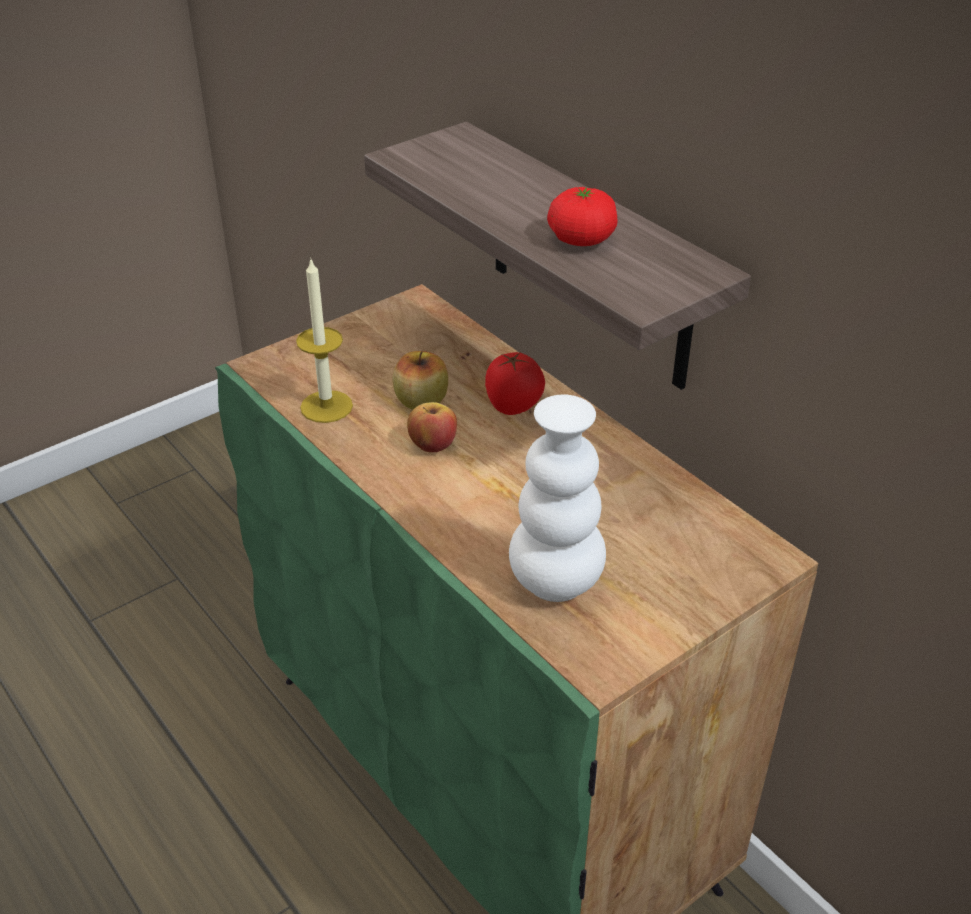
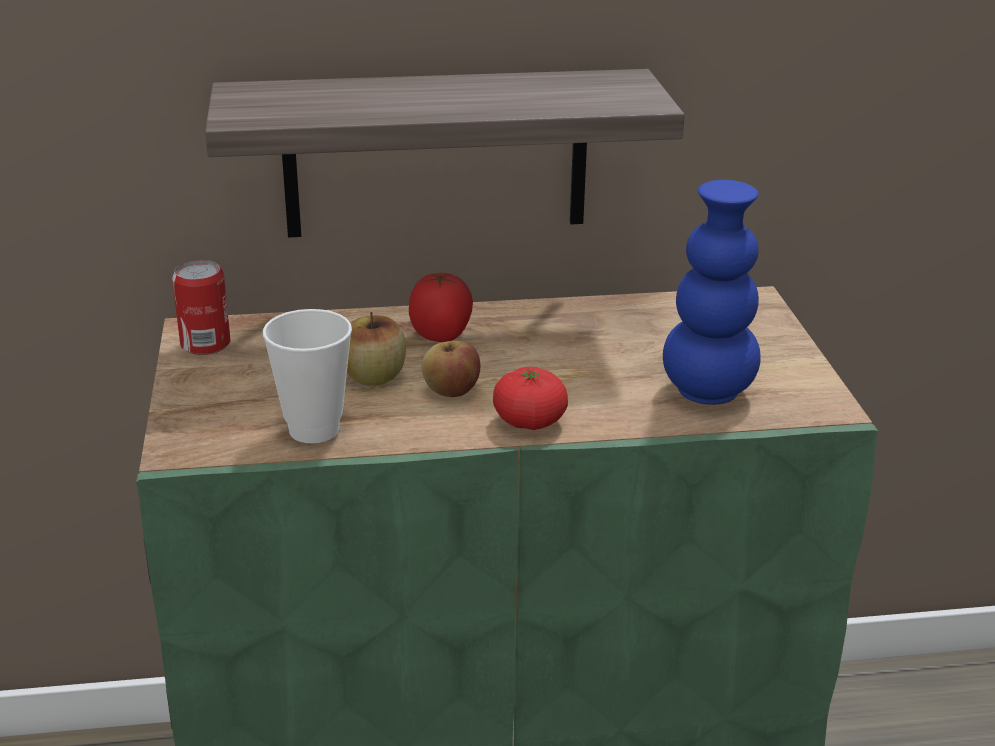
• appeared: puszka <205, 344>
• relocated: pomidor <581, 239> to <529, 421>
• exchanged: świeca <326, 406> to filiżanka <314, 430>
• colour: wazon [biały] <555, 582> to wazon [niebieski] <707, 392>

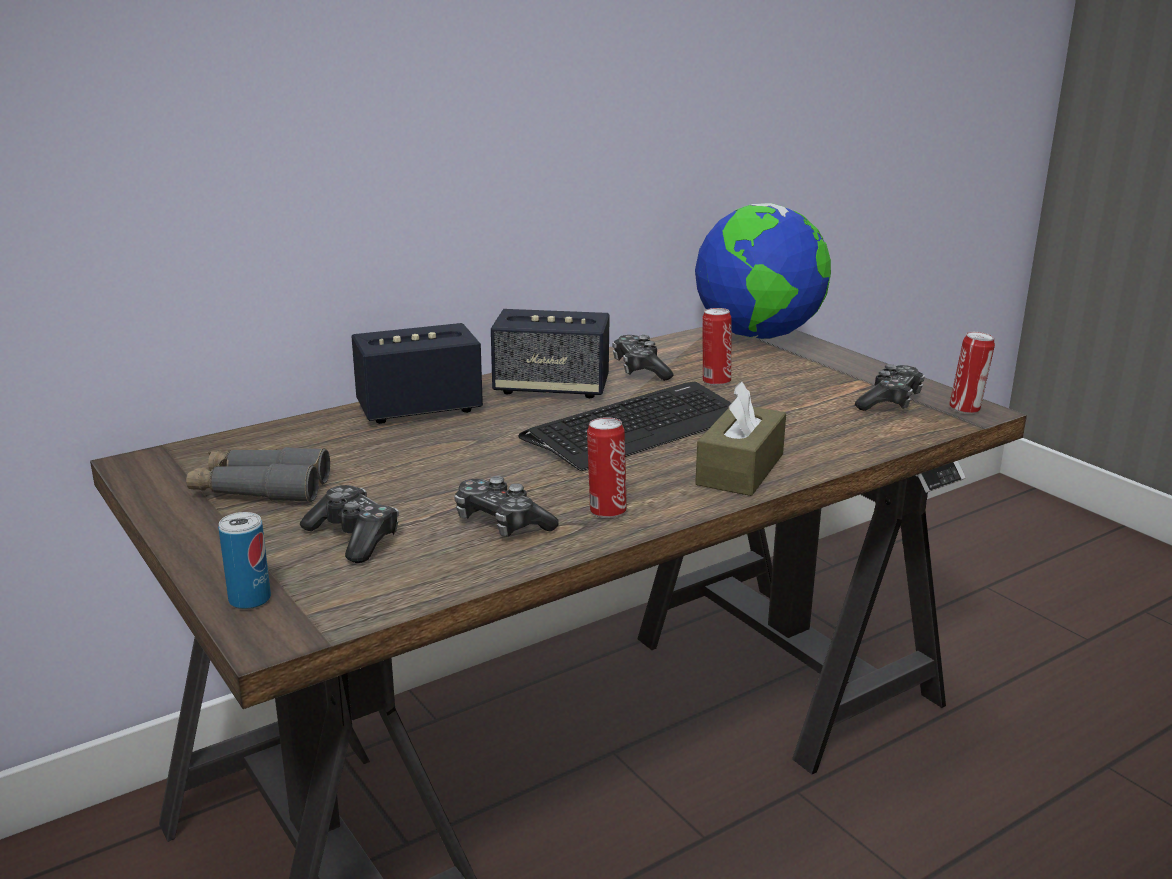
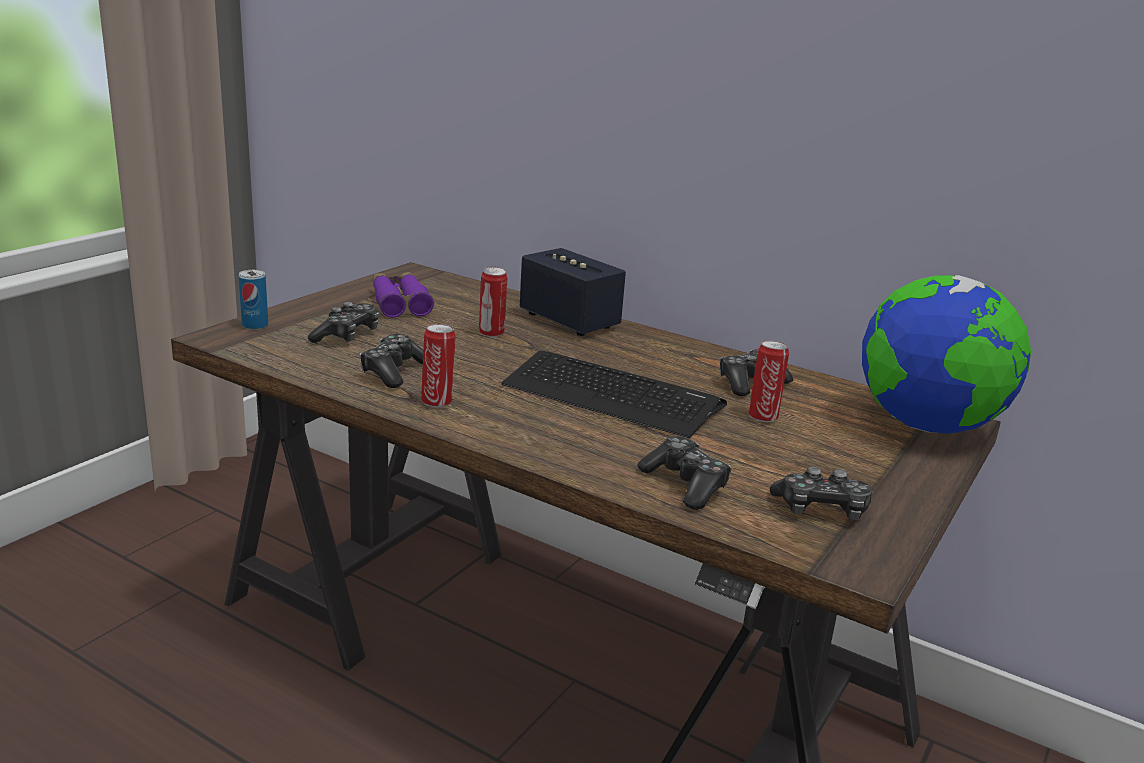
• missing: głośnik <551, 388>
• missing: pudełko chusteczek [brązowy] <740, 469>
• appeared: pad do gier <685, 484>
• relocated: puszka <966, 409> to <491, 333>
• colour: lornetka [szary] <260, 489> to lornetka [fioletowy] <399, 303>

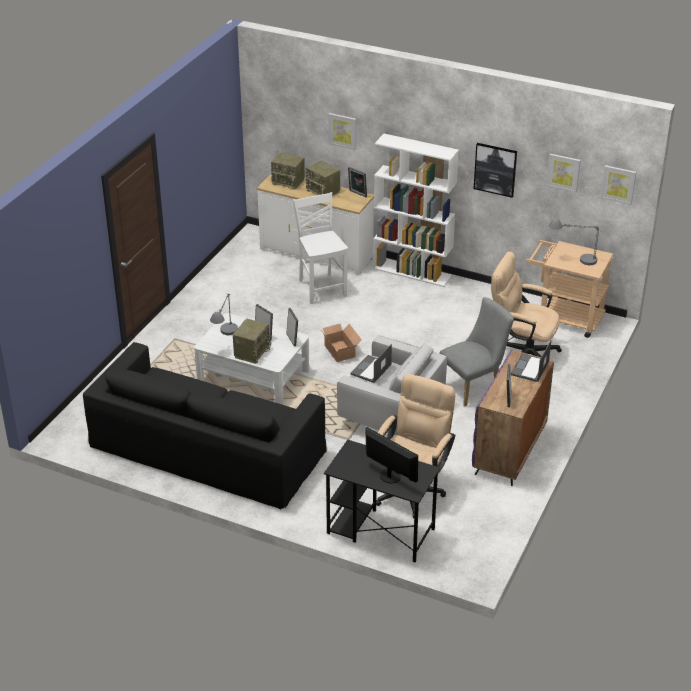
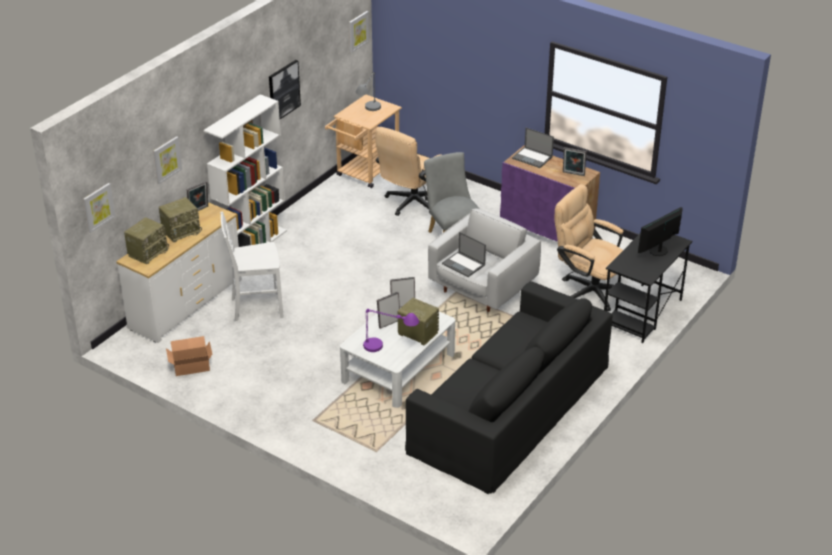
• relocated: karton <340, 350> to <190, 365>
• relocated: obraz <563, 172> to <98, 207>
• colour: lampa stołowa [szary] <225, 339> to lampa stołowa [fioletowy] <389, 349>

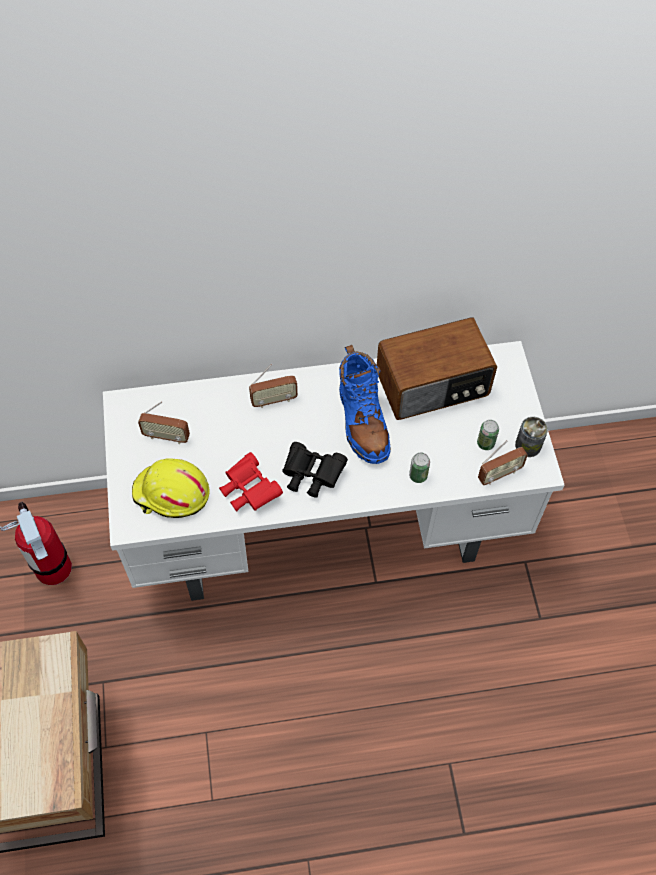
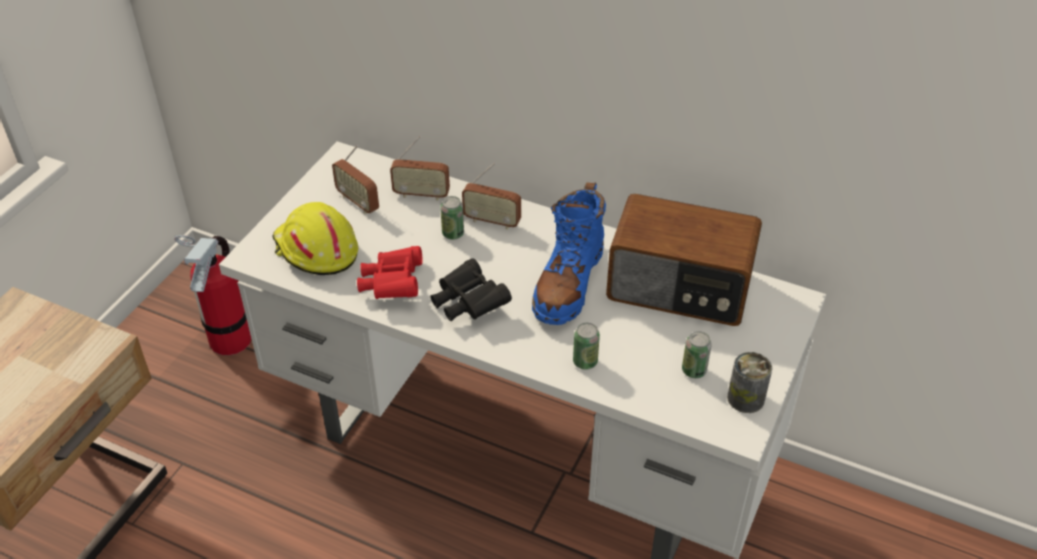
• appeared: puszka <453, 233>
• relocated: radio <499, 474> to <421, 194>

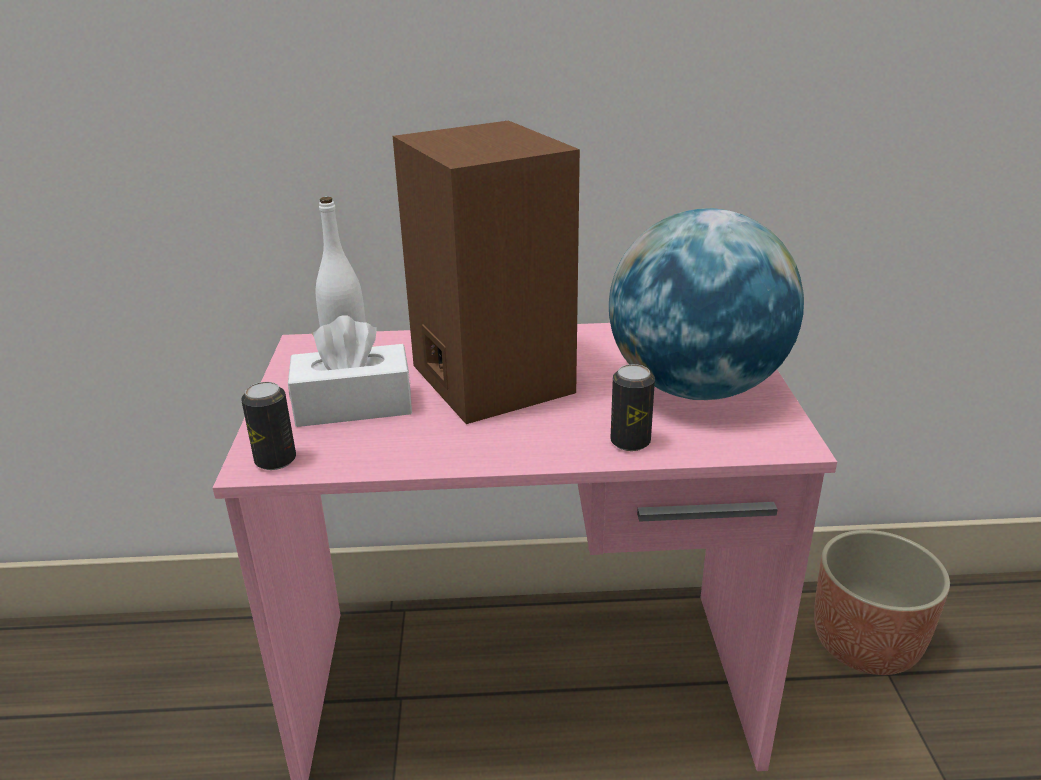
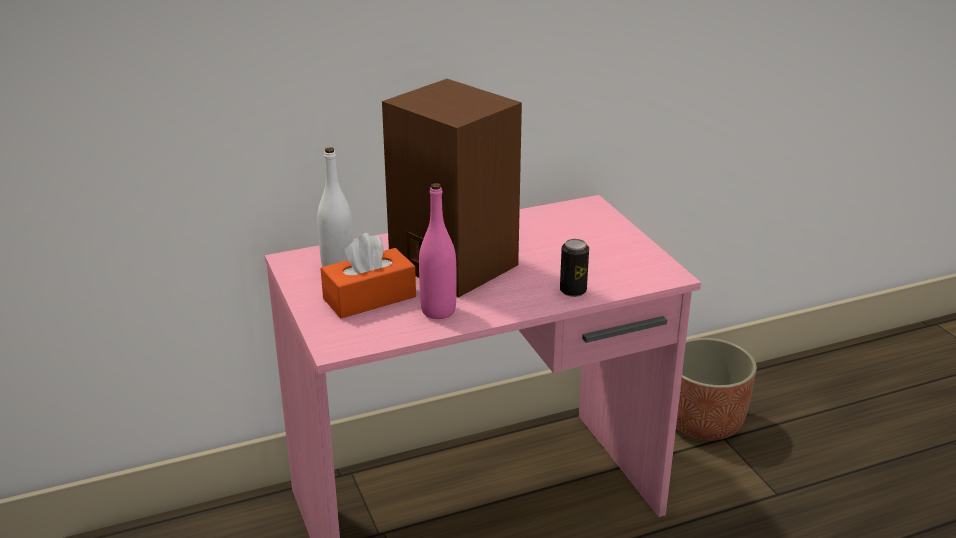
• missing: puszka <275, 460>
• missing: globus <696, 387>
• appeared: butelka [różowy] <438, 311>
• colour: pudełko chusteczek [biały] <353, 406> to pudełko chusteczek [pomarańczowy] <369, 298>

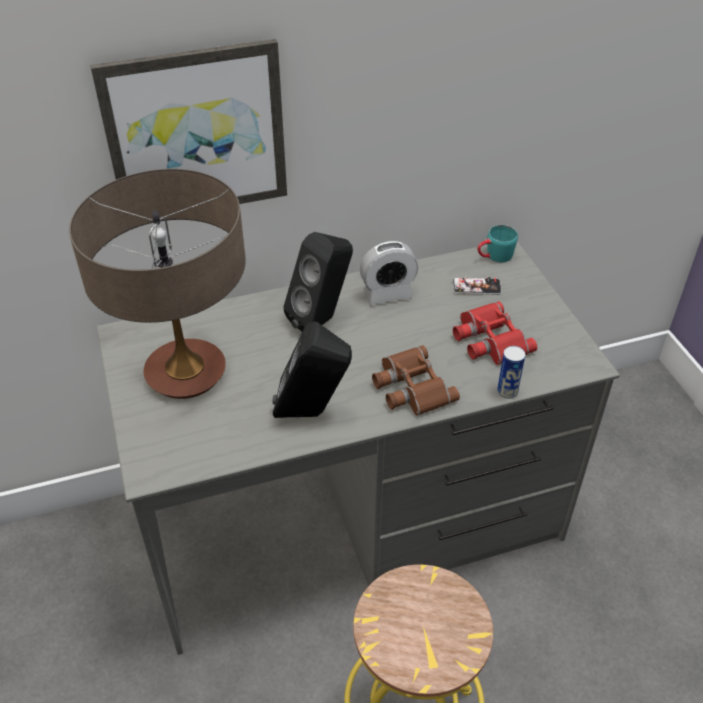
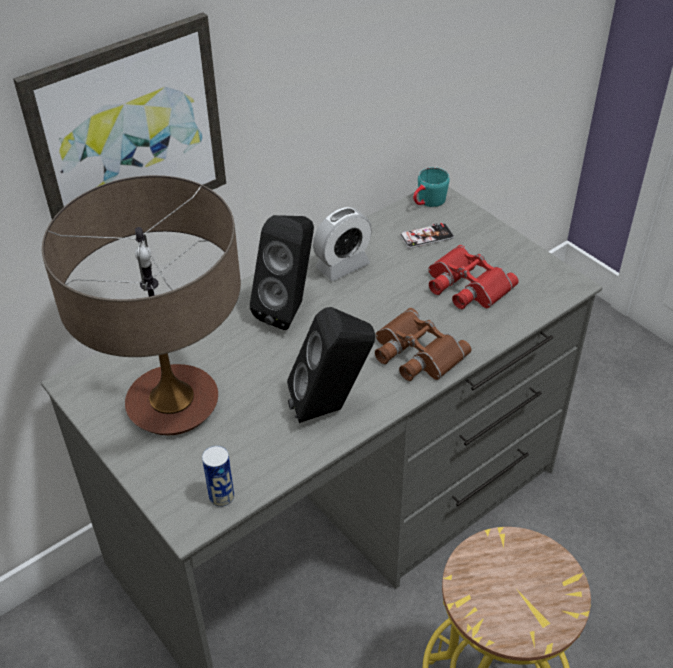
• relocated: puszka <507, 391> to <221, 497>

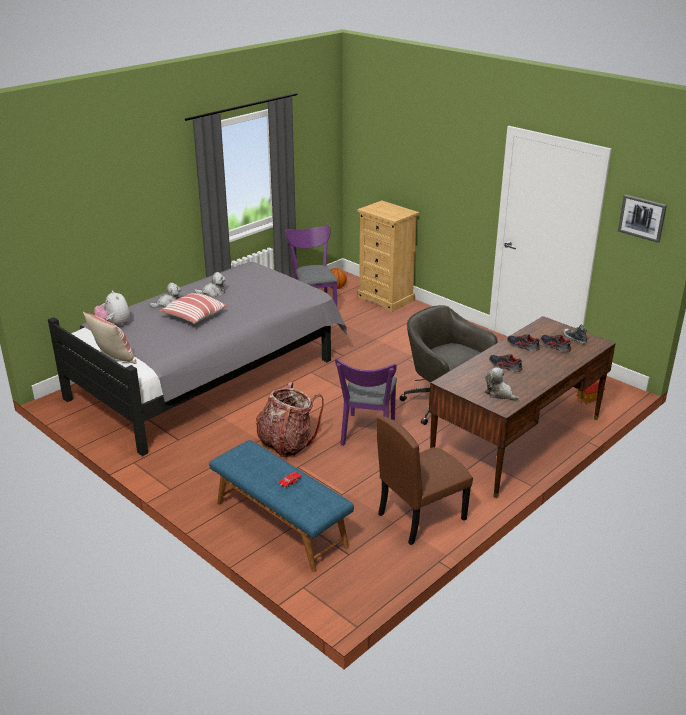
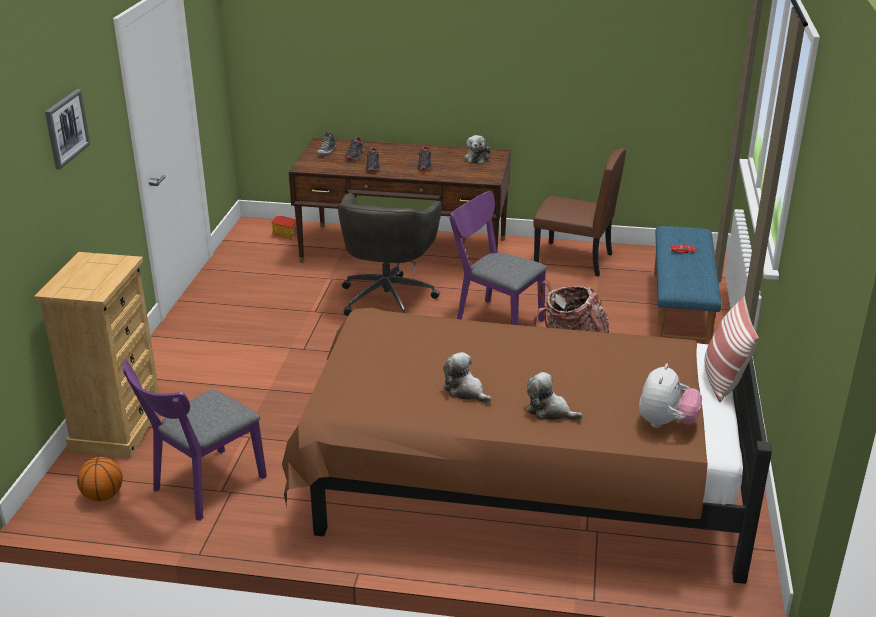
• missing: poduszka <194, 317>
• relocated: obraz <642, 218> to <66, 128>
• colour: łóżko [szary] <210, 375> to łóżko [brązowy] <517, 479>
• spun: krzesło [fioletowy] <367, 434> = <494, 319> 120 degrees counterclockwise

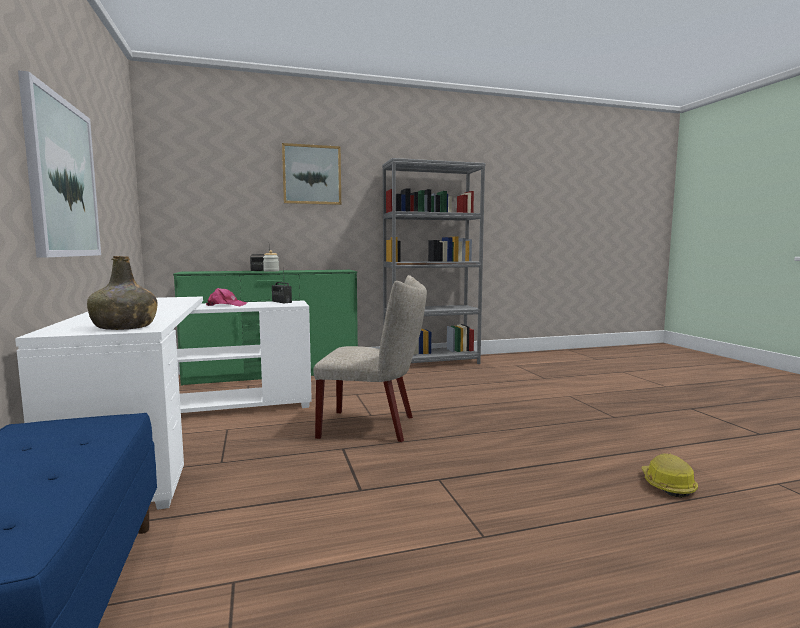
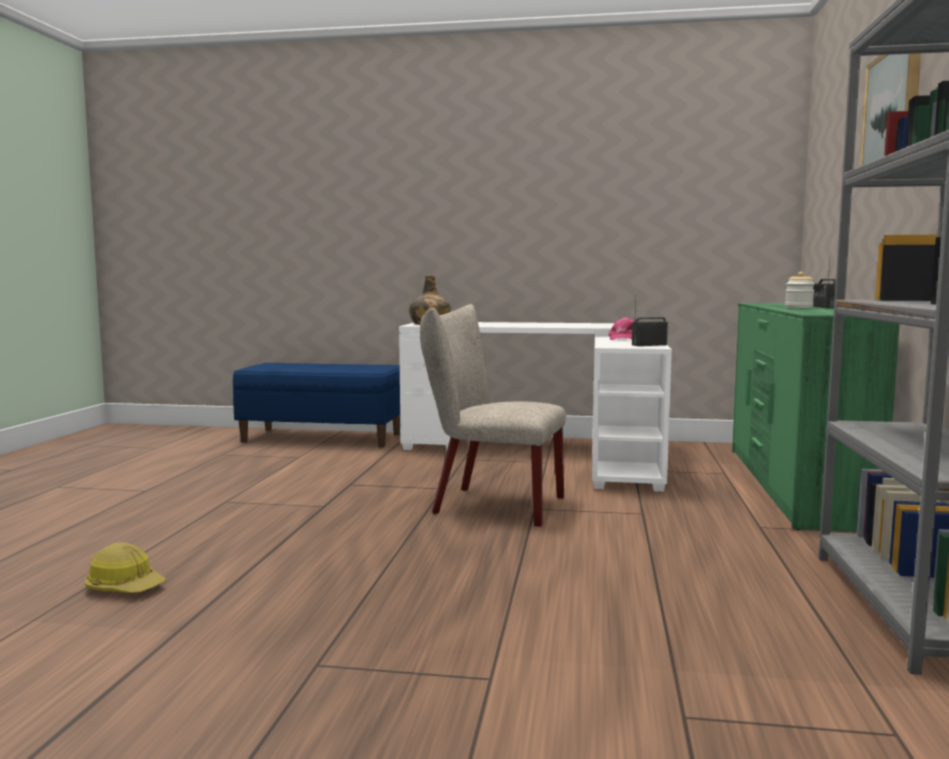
• missing: obraz <62, 178>
• spun: krzesło [beżowy] <374, 426> = <490, 504> 75 degrees clockwise

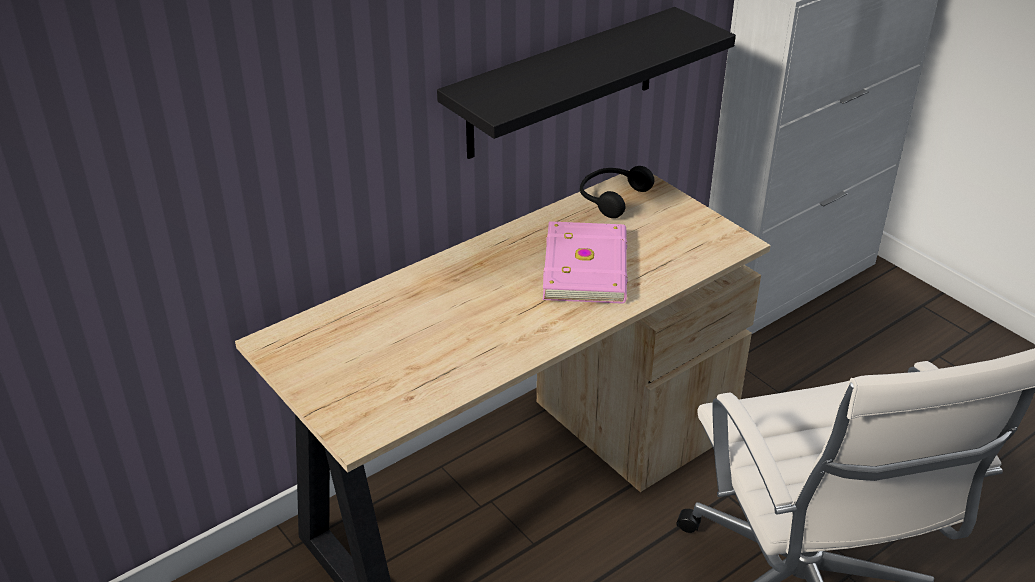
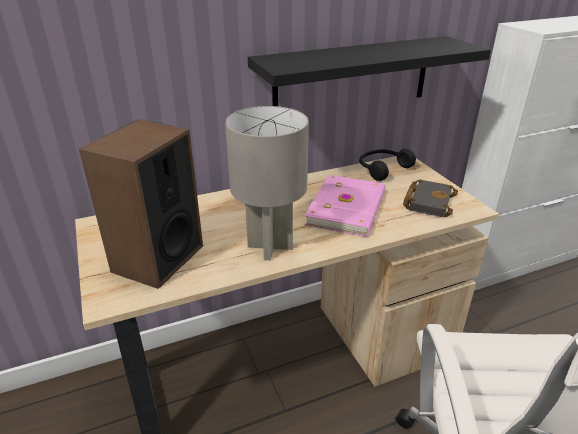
• appeared: głośnik <157, 258>
• appeared: lampa stołowa [szary] <270, 247>
• appeared: książka [czarny] <427, 201>

